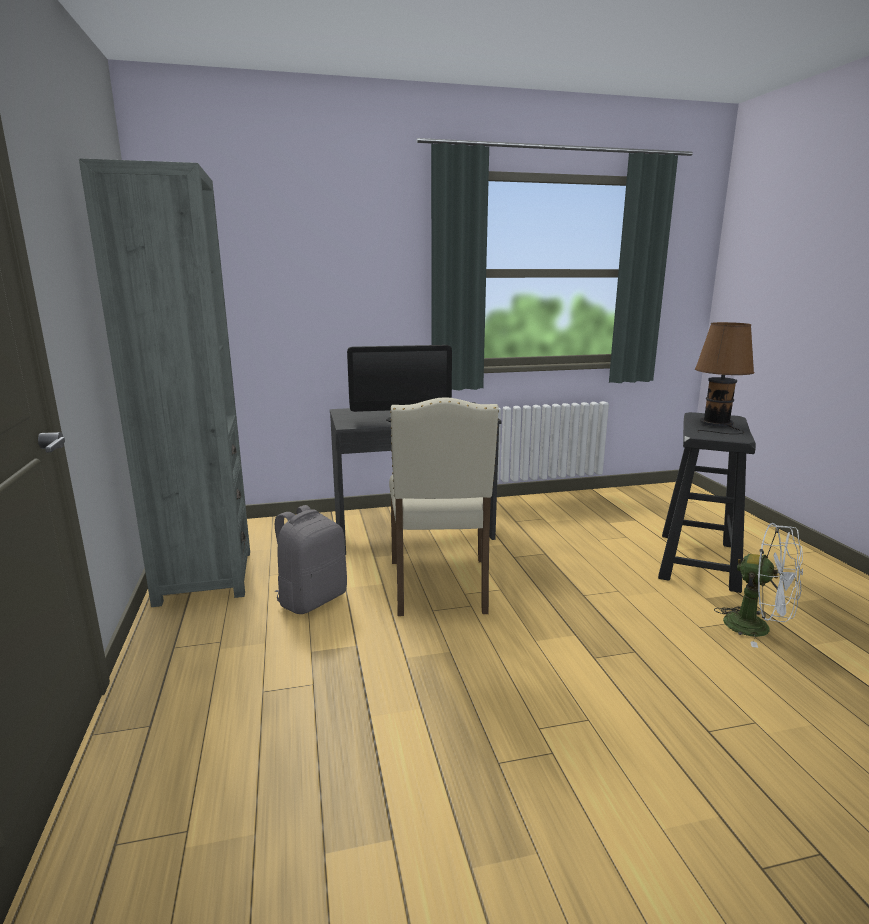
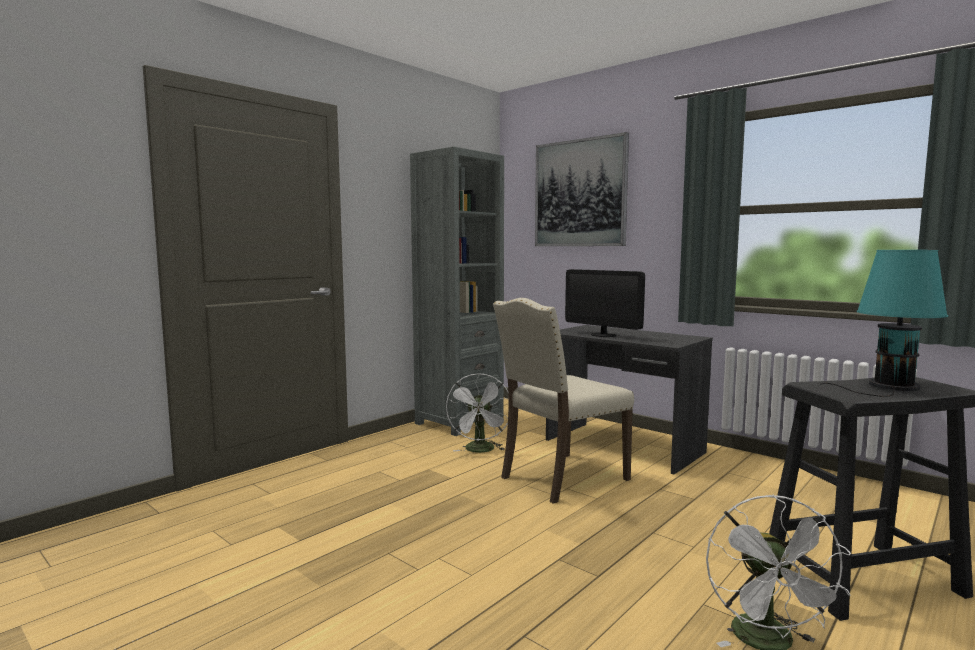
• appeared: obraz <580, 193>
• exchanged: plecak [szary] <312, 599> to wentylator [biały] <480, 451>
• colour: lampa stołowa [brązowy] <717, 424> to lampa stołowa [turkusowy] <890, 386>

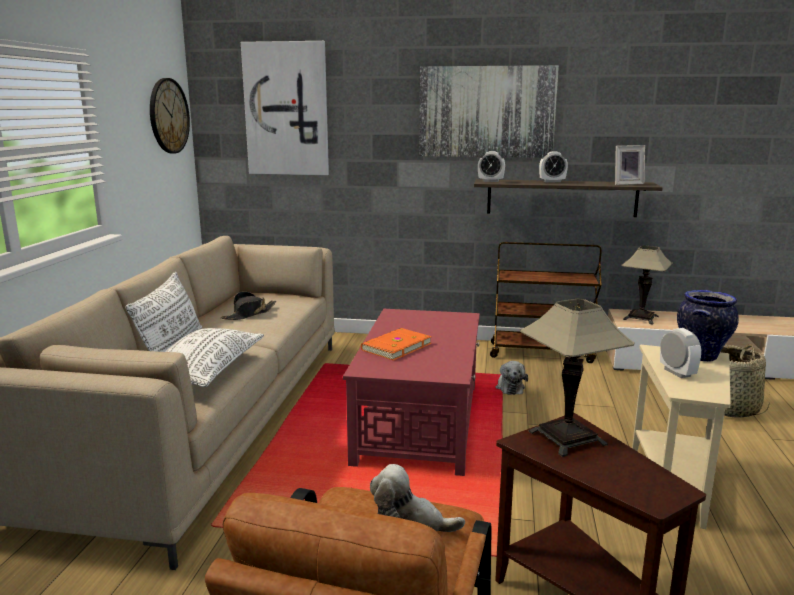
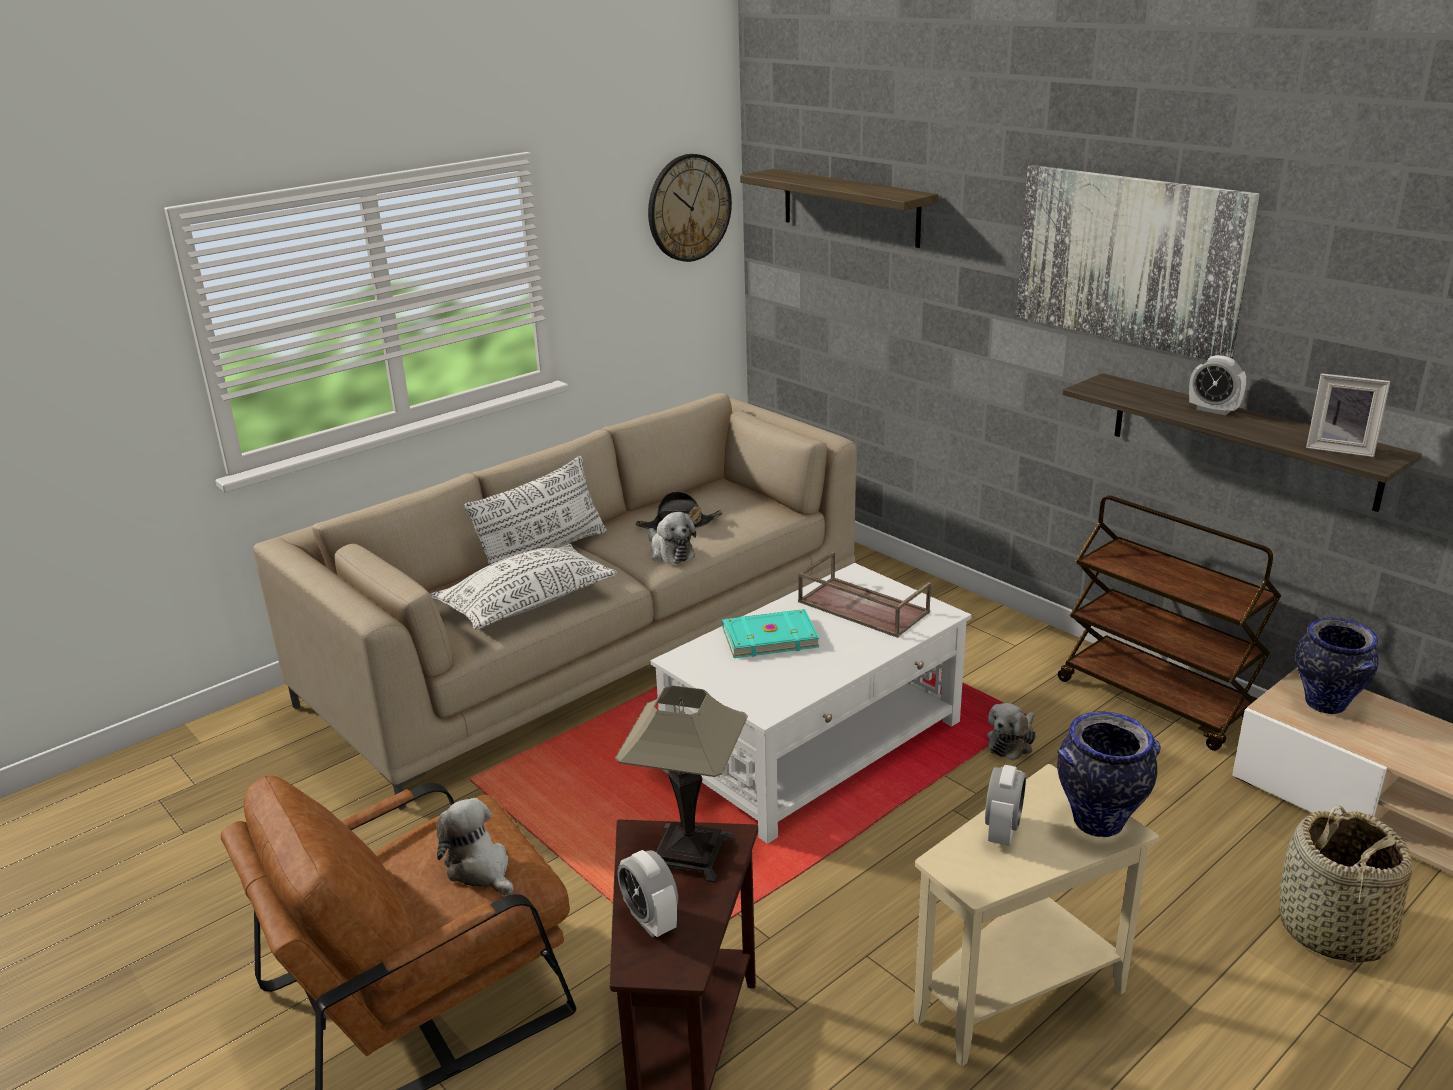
• appeared: pluszak <670, 552>
• appeared: taca [brązowy] <861, 607>
• relocated: budzik <490, 181> to <650, 920>
• exchanged: obraz <286, 109> to półka <850, 207>
• exchanged: lampa stołowa <641, 318> to wazon <1326, 705>
• colour: ława [czerwony] <419, 422> to ława [biały] <816, 746>
• colour: książka [pomarańczowy] <395, 347> to książka [turkusowy] <769, 637>

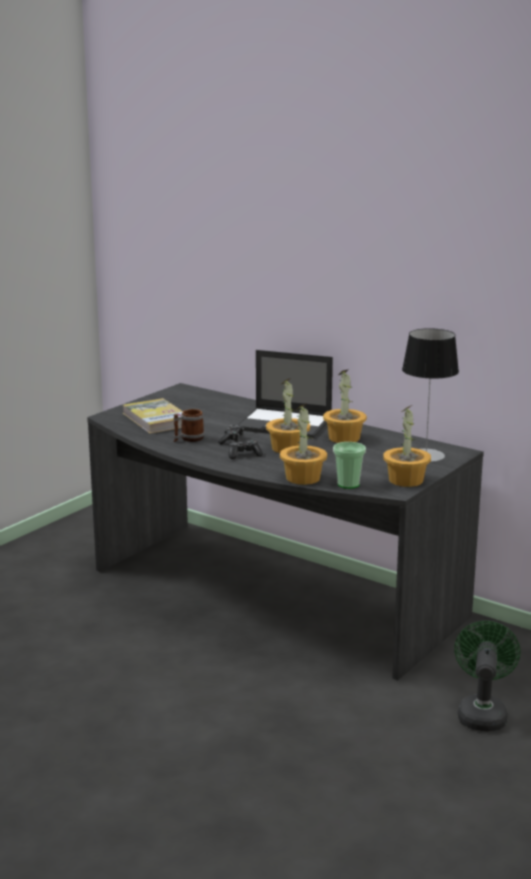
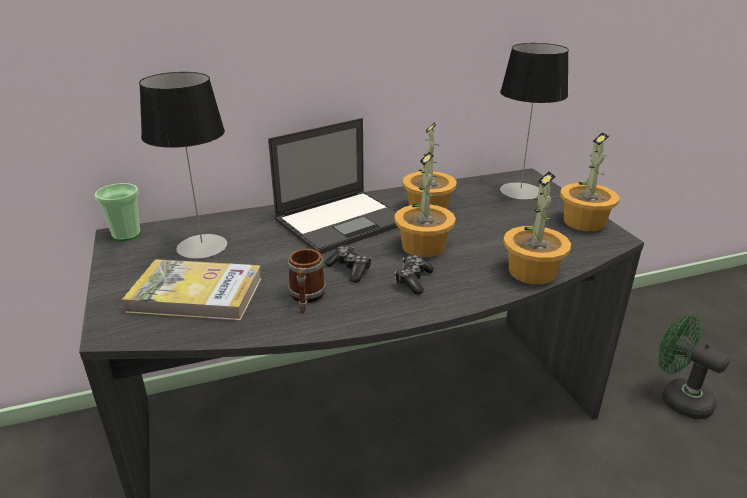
• appeared: lampa stołowa <202, 246>
• relocated: filiżanka <348, 484> to <126, 234>

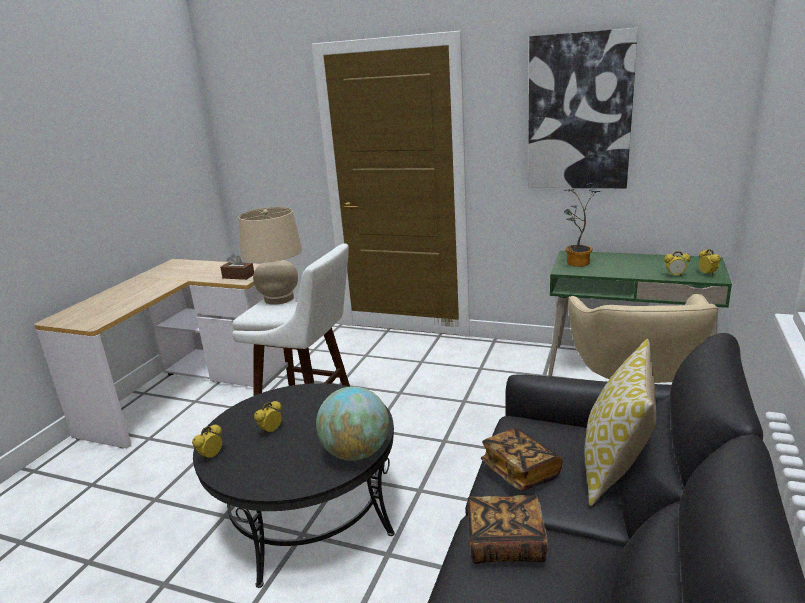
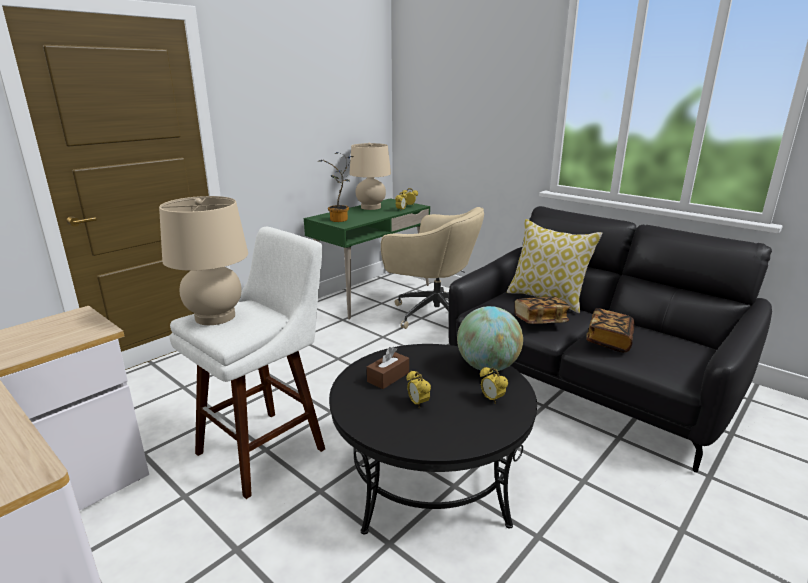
• missing: obraz <579, 113>
• appeared: lampa stołowa [beżowy] <371, 207>
• relocated: budzik <211, 456> to <492, 399>
• relocated: pudełko chusteczek [brązowy] <238, 276> to <388, 377>

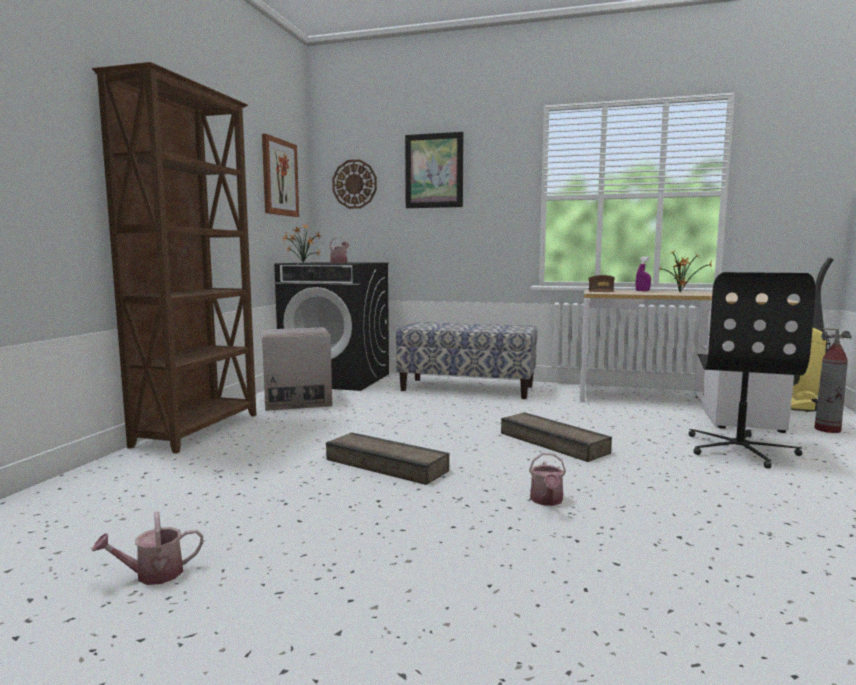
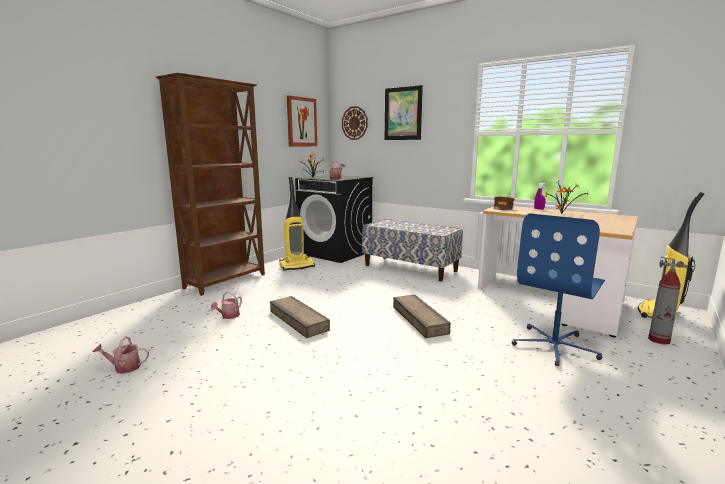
• relocated: konewka <547, 501> to <228, 316>
• exchanged: karton <297, 400> to odkurzacz <297, 266>
• colour: krzesło biurowe [czarny] <740, 449> to krzesło biurowe [niebieski] <555, 346>

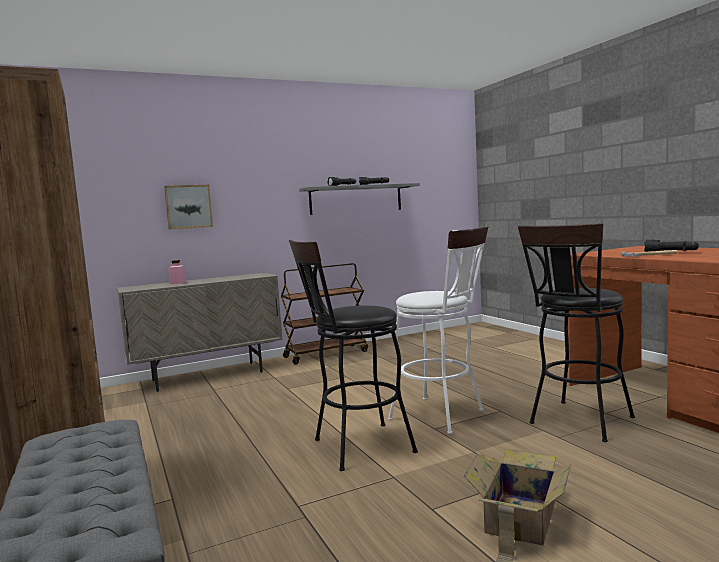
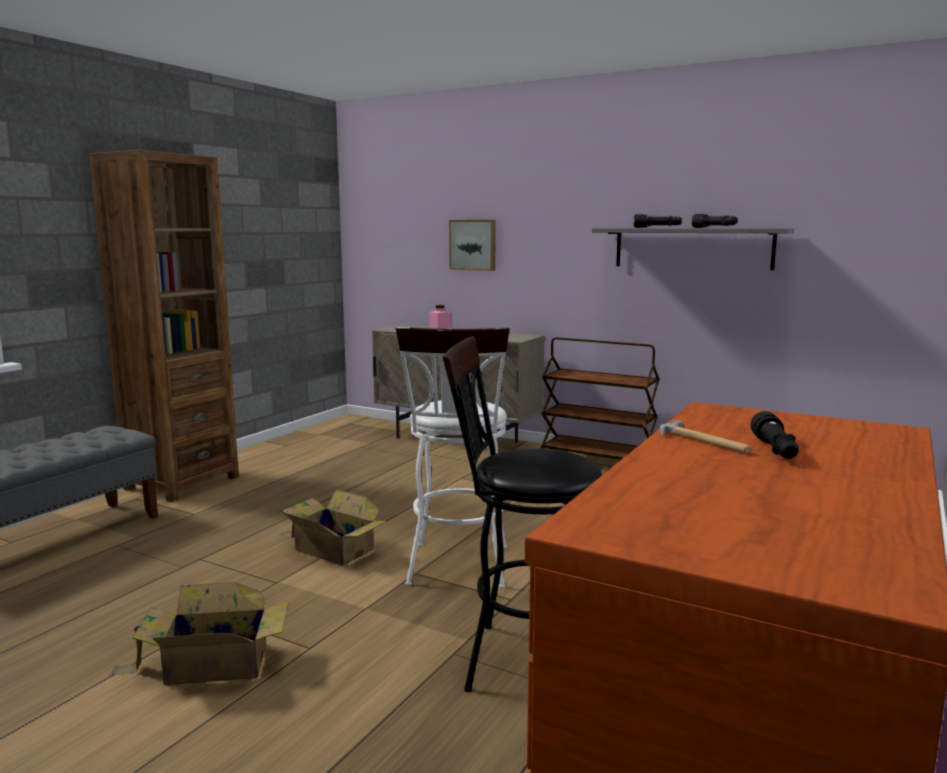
• exchanged: stołek [czarny] <355, 447> to karton <332, 549>

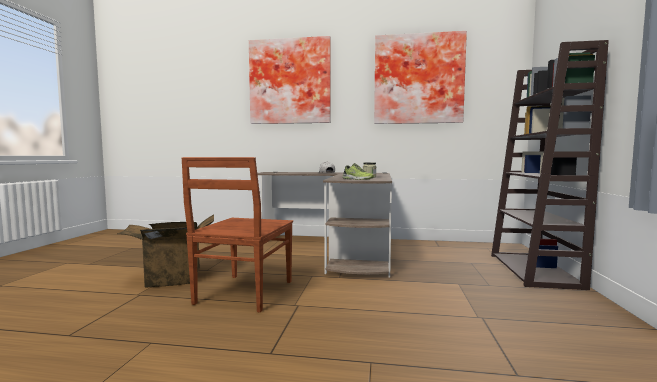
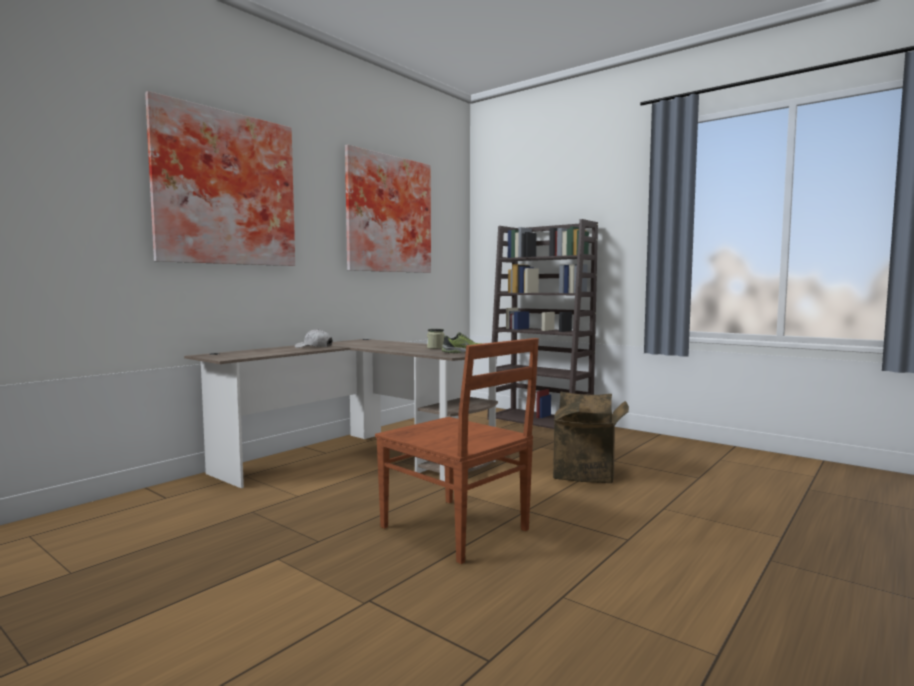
• relocated: karton <172, 278> to <587, 473>

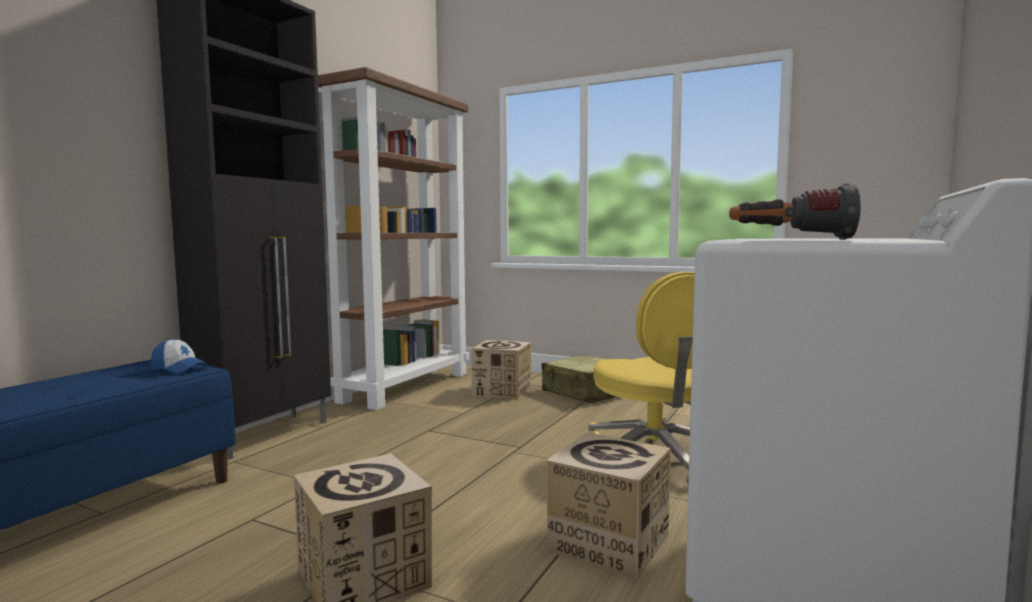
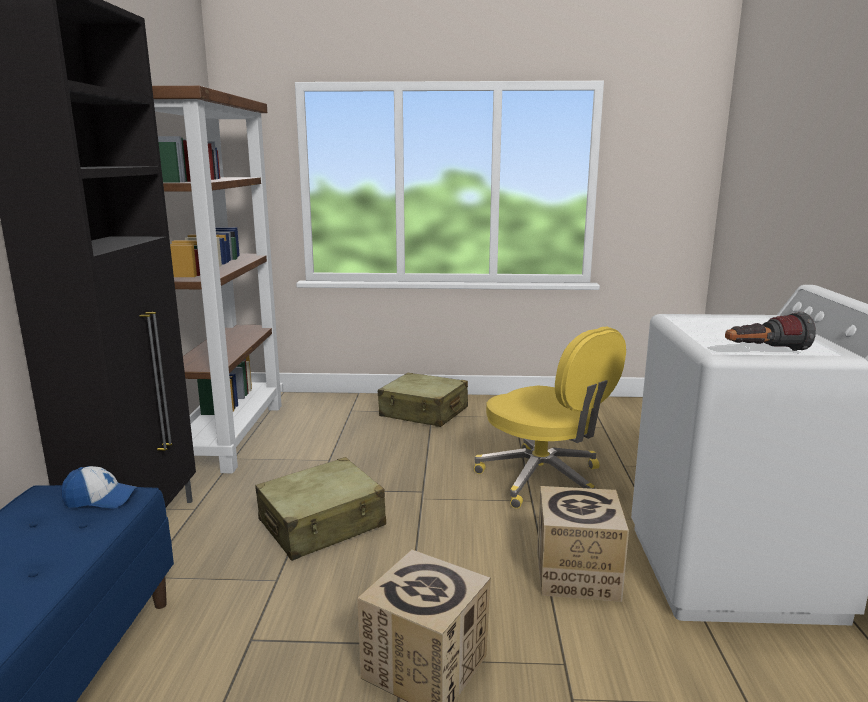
• missing: karton <502, 391>
• appeared: walizka [beżowy] <322, 524>

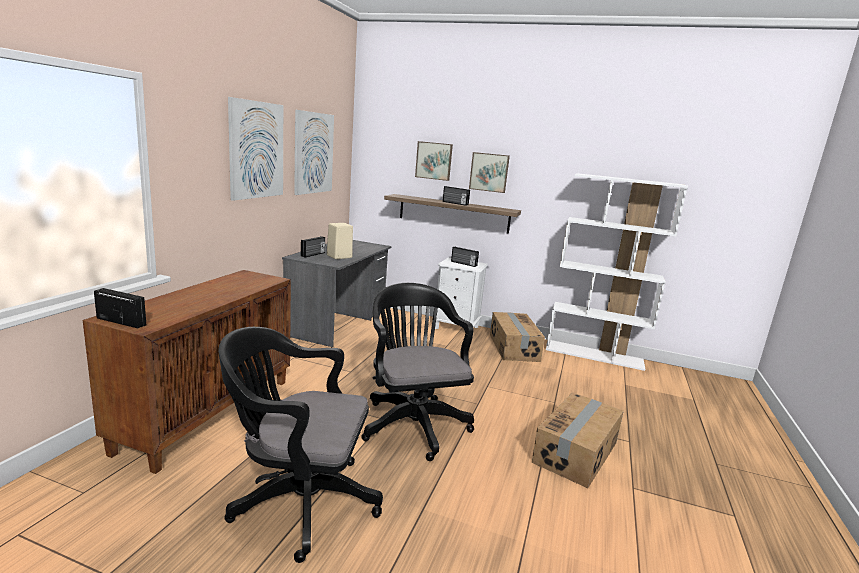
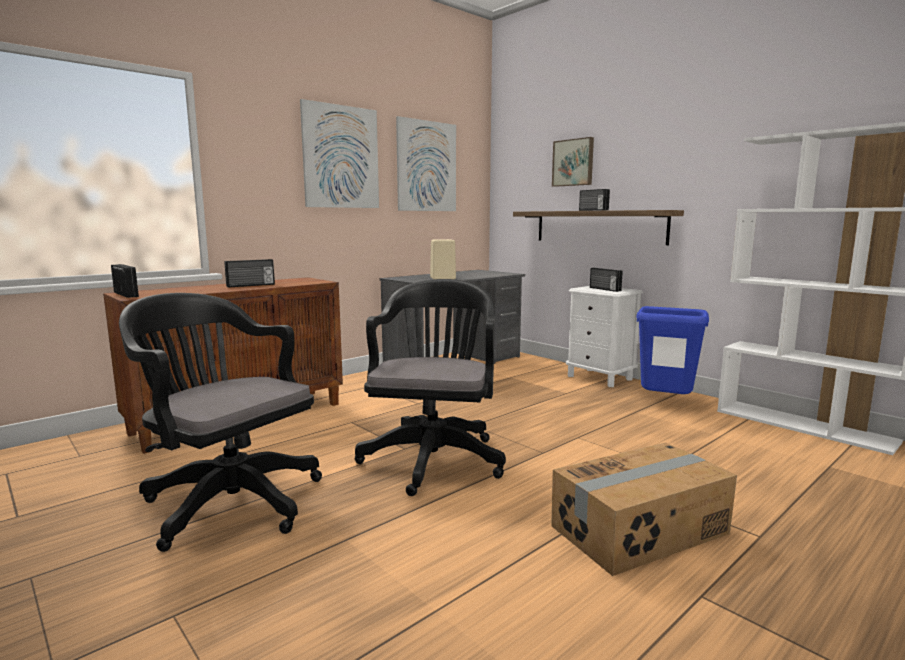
• missing: obraz <489, 172>
• relocated: radio <313, 254> to <251, 285>
• exchanged: karton <513, 347> to kosz na śmieci [niebieski] <664, 404>

